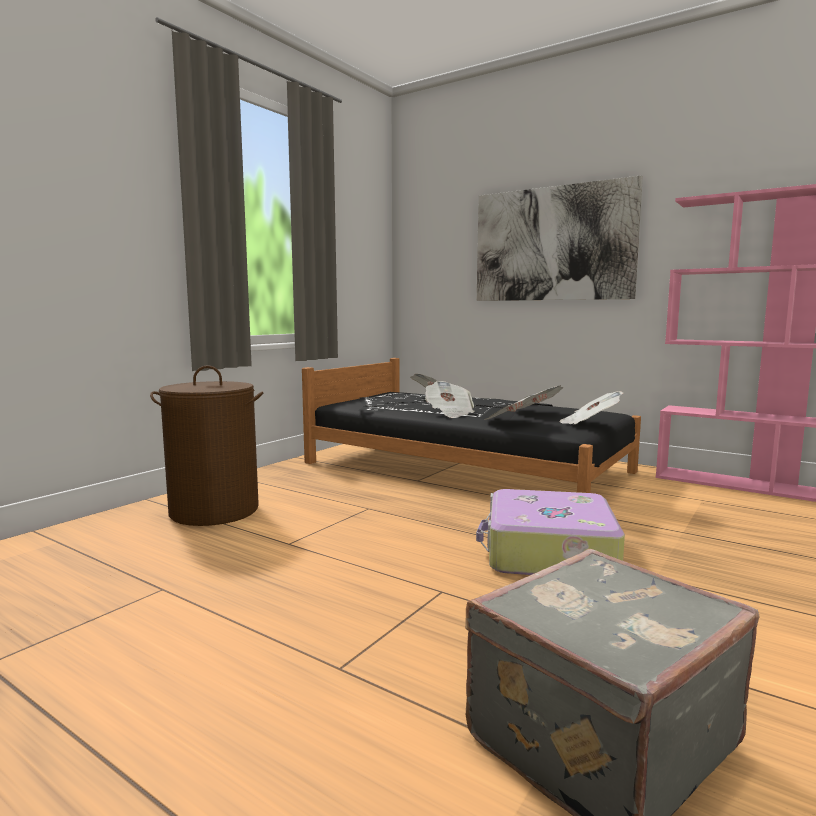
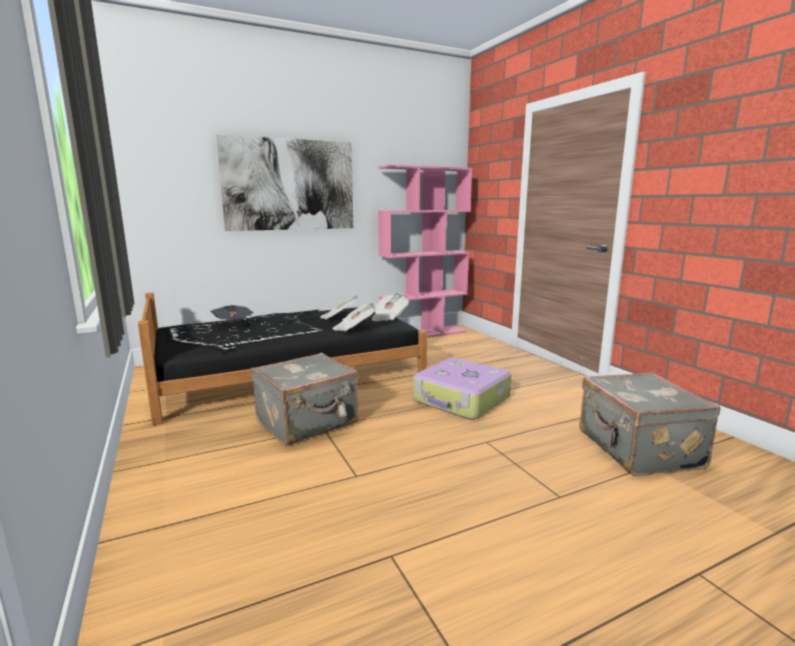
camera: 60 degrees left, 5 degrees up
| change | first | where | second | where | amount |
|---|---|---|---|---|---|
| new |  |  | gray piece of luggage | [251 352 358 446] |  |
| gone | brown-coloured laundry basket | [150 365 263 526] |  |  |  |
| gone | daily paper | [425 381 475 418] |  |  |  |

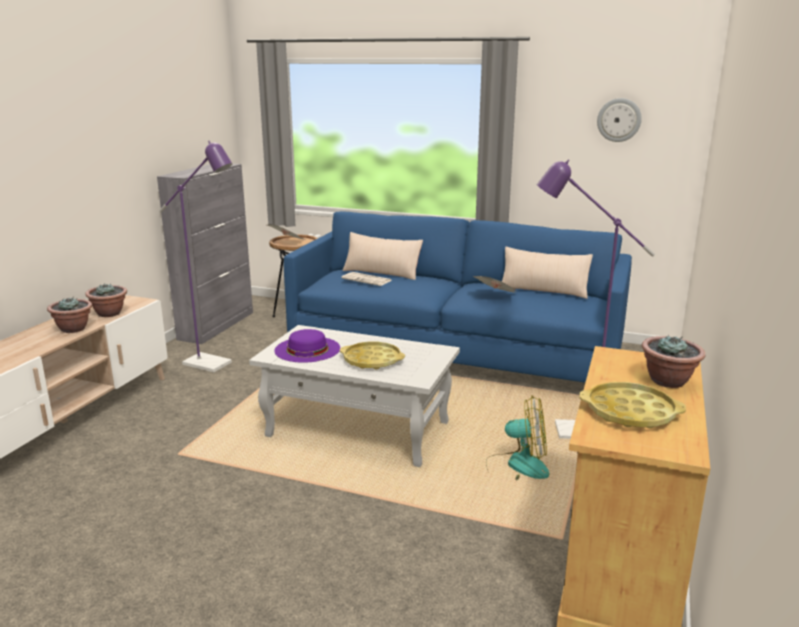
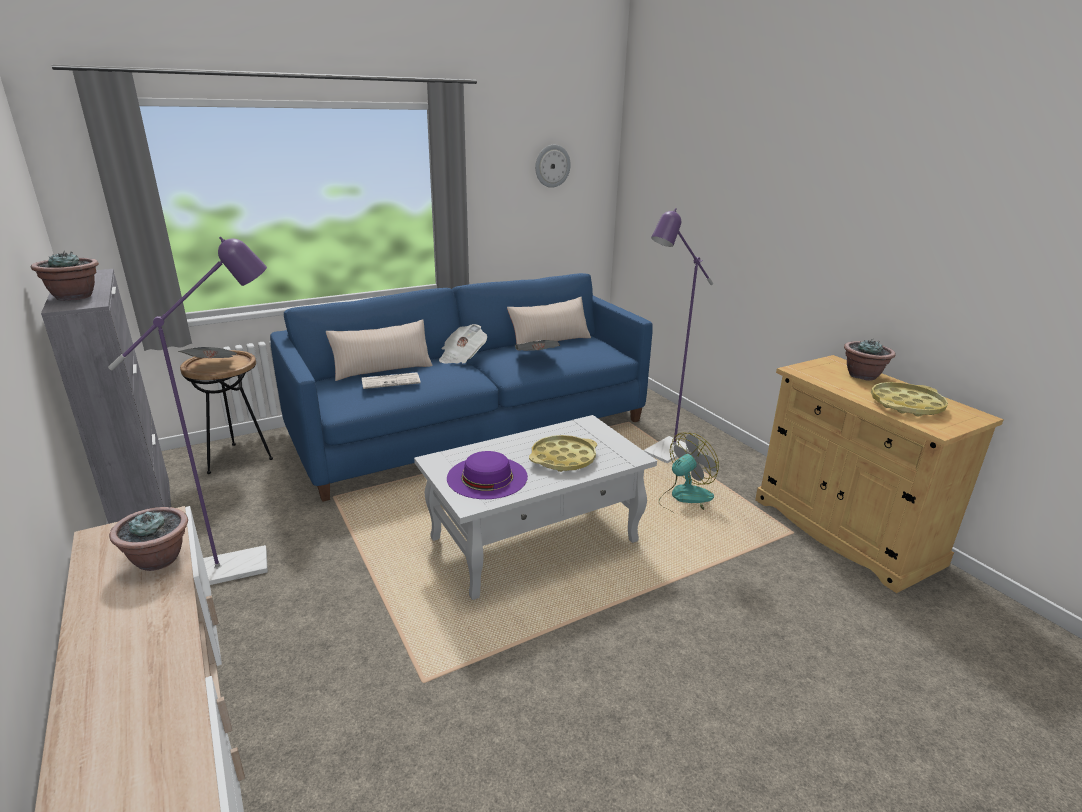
camera: 50 degrees left, 5 degrees up
| change | first | where | second | where | amount |
|---|---|---|---|---|---|
| shifted | plant in a pot | [47 297 92 333] |  | [31 251 99 301] |  |
| new |  |  | daily paper | [439 324 487 364] |  |

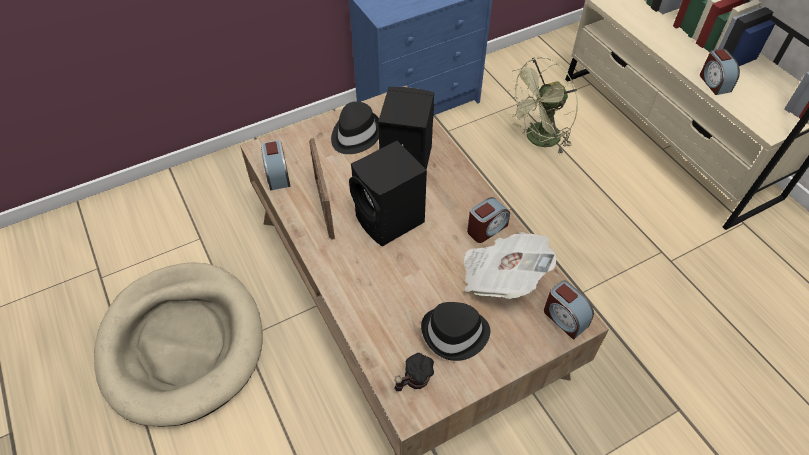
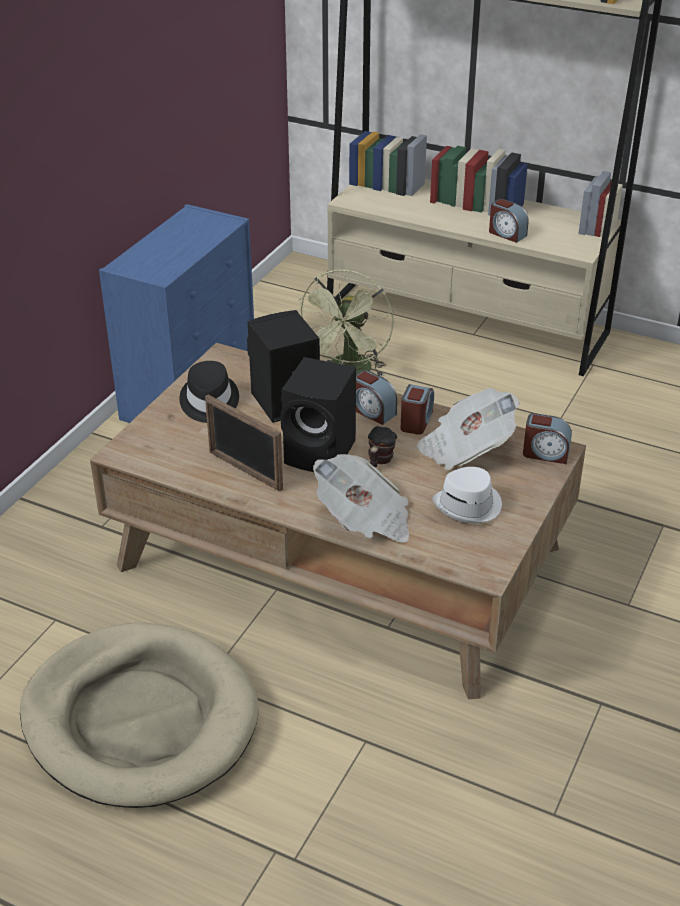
camera: 35 degrees left, 15 degrees down
| change | first | where | second | where | amount |
|---|---|---|---|---|---|
| new |  |  | daily paper | [313 454 409 543] |  |
| shifted | table clock | [261 140 290 190] |  | [356 370 397 425] |  |
| shifted | coffee mug | [394 353 434 391] |  | [368 426 397 468] |  |
| repainted | black-coloured wearable hat | [421 302 490 361] | whitish wearable hat | [432 467 502 524] |  |

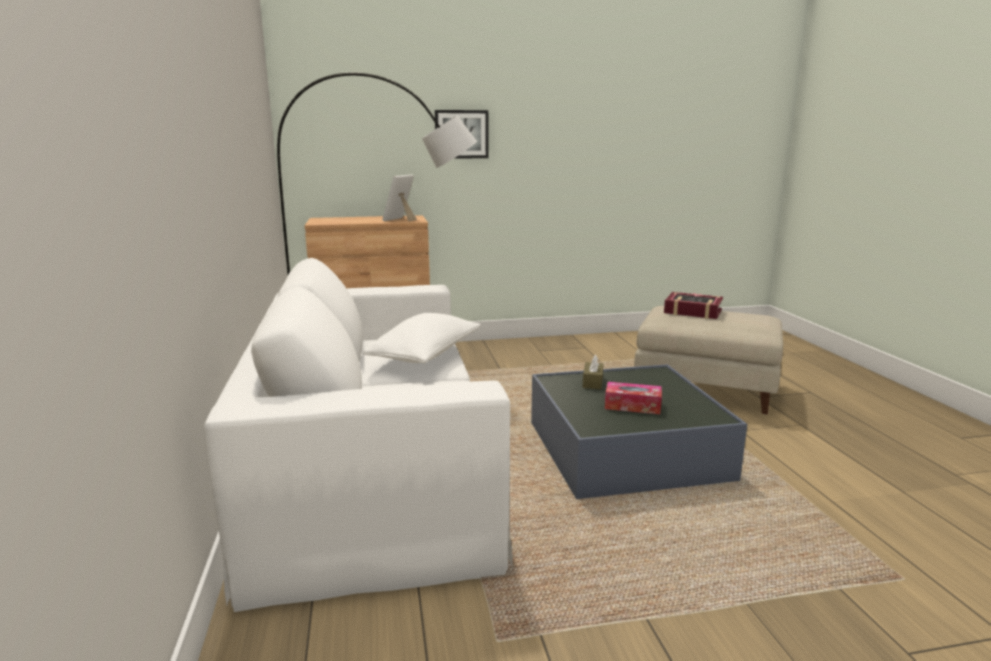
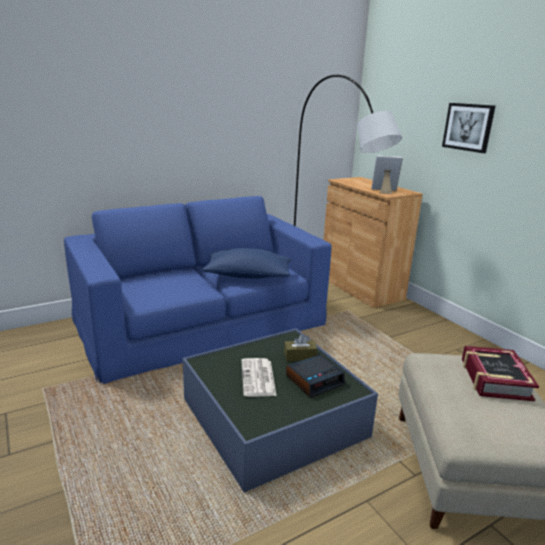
camera: 70 degrees right, 5 degrees up
| change | first | where | second | where | amount |
|---|---|---|---|---|---|
| repainted | whitish settee | [204 258 513 612] | bluish settee | [64 196 332 384] |  |
| repainted | whitish pillow | [364 313 481 363] | bluish pillow | [202 248 291 279] |  |
| swapped | tissue box | [605 382 662 414] | daily paper | [241 358 276 397] |  |
| new |  |  | table clock | [286 354 345 398] |  |

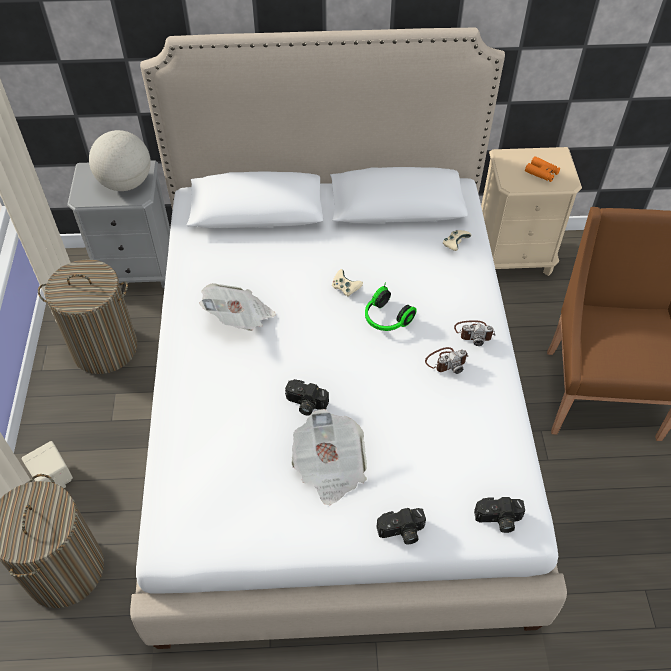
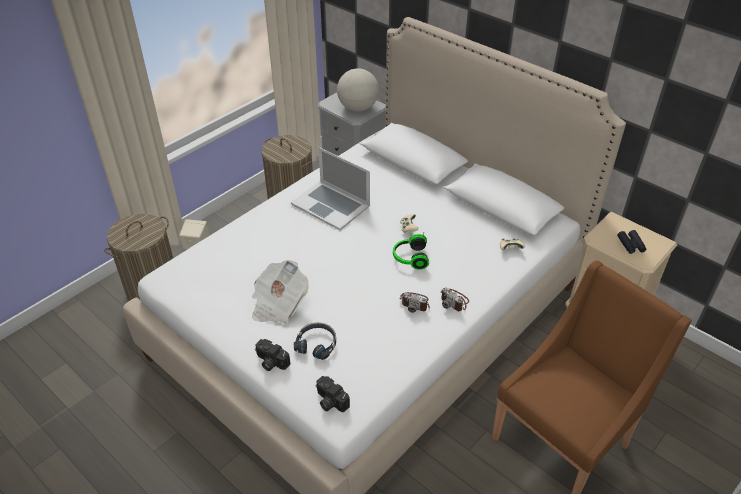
camera: 45 degrees right, 10 degrees down
| change | first | where | second | where | amount |
|---|---|---|---|---|---|
| swapped | daily paper | [199 283 276 331] | portable computer | [291 147 370 230] |  |
| new |  |  | black-coloured headset | [294 323 336 360] |  |
| repainted | orange binoculars | [525 156 560 182] | black-coloured binoculars | [617 230 646 254] |  |
| gone | still camera | [285 379 329 416] |  |  |  |

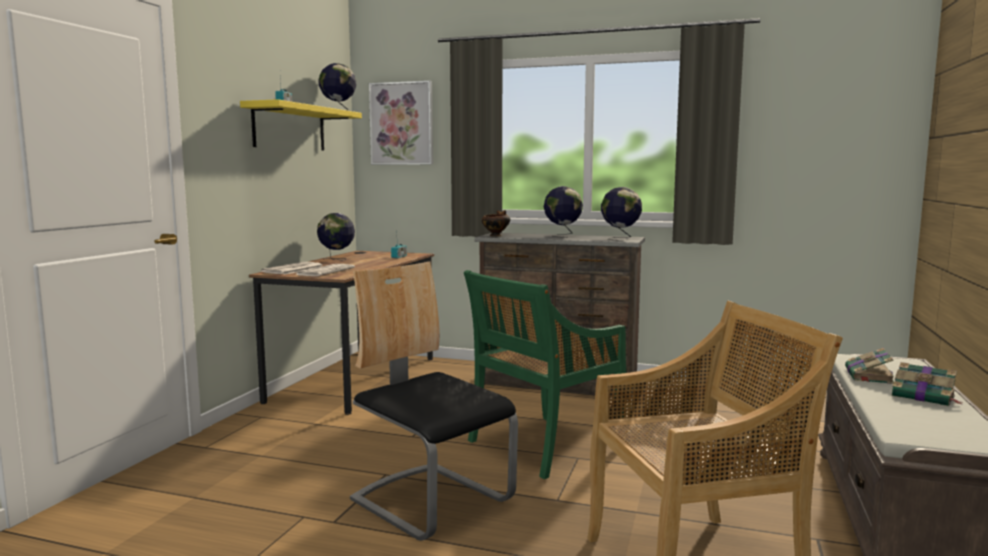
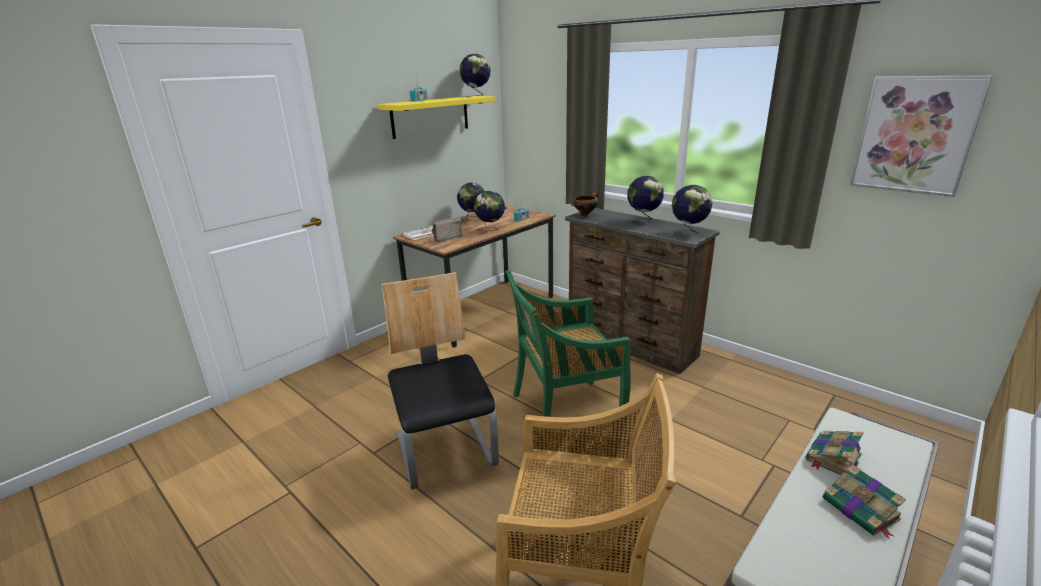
camera: 25 degrees right, 15 degrees up
| change | first | where | second | where | amount |
|---|---|---|---|---|---|
| swapped | daily paper | [296 264 355 276] | radio receiver | [432 217 463 242] |  |
| new |  |  | world globe | [474 191 505 231] |  |
| shifted | picture | [369 81 433 165] |  | [850 76 993 197] |  |

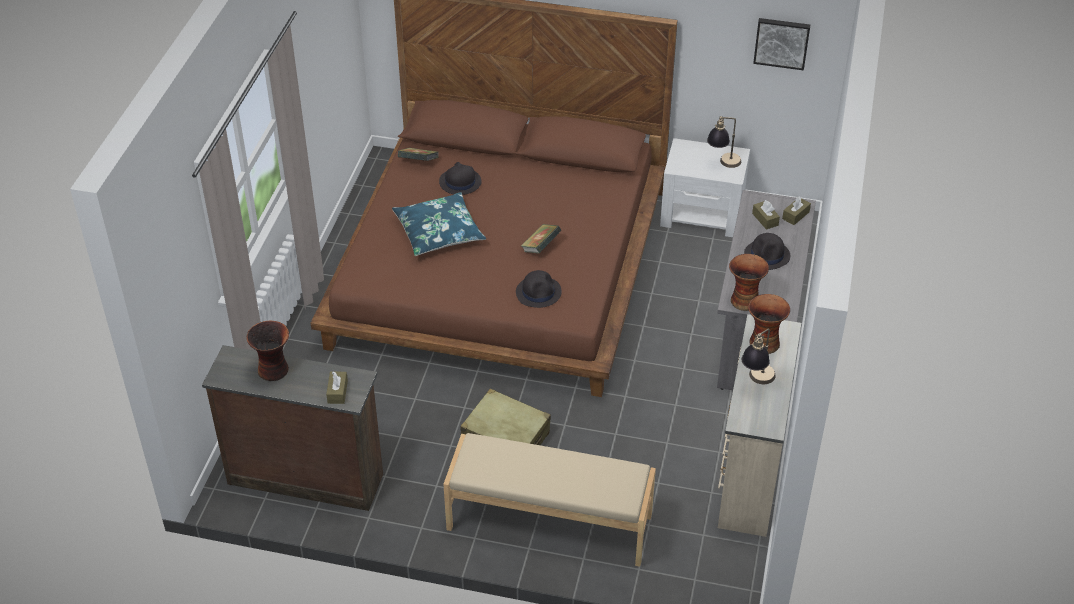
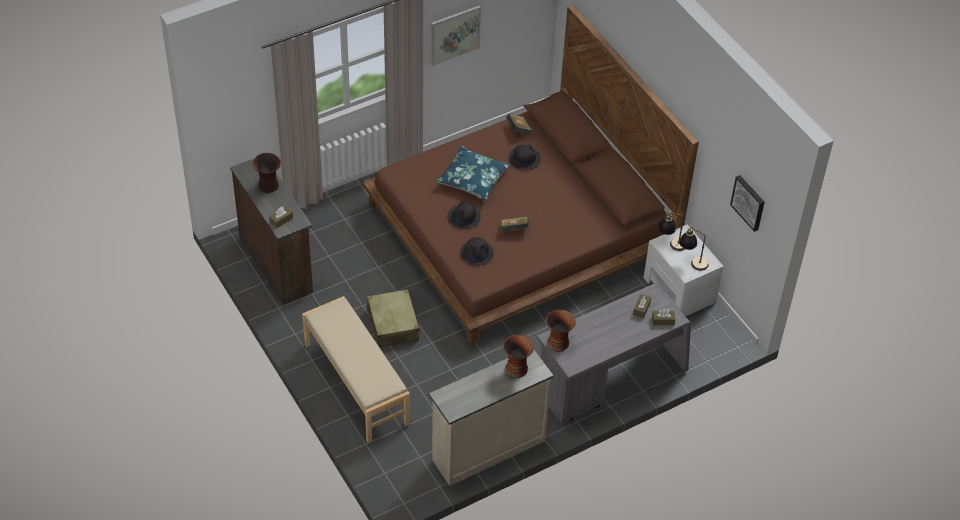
camera: 45 degrees right, 5 degrees up
| change | first | where | second | where | amount |
|---|---|---|---|---|---|
| new |  |  | picture | [431 5 481 66] |  |
| shifted | black-coloured wearable hat | [744 233 790 270] |  | [447 201 481 229] |  |
| shifted | table lamp | [742 328 776 384] |  | [658 211 685 251] |  |

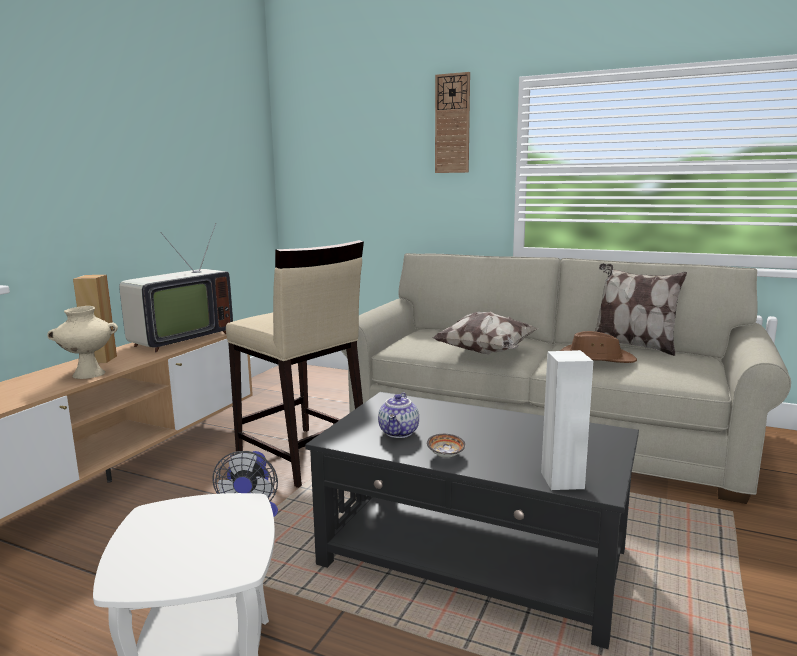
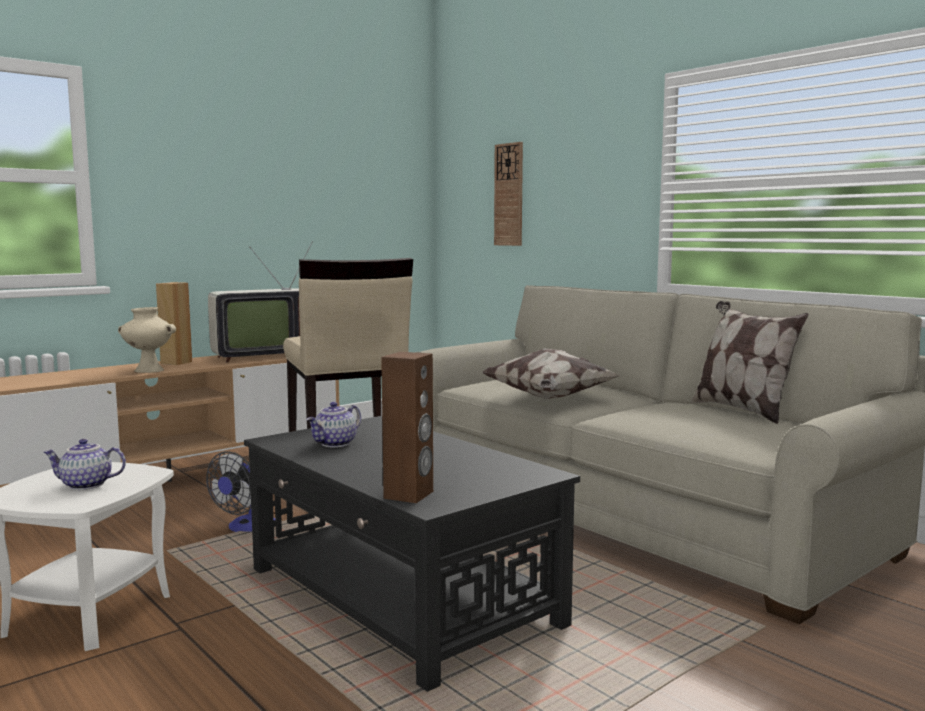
camera: 25 degrees right, 5 degrees down
| change | first | where | second | where | amount |
|---|---|---|---|---|---|
| new |  |  | teapot | [44 439 126 490] |  |
| repainted | whitish speaker | [541 350 593 490] | brown-coloured speaker | [381 352 433 503] |  |
| shifted | clock on the wall | [435 72 470 173] |  | [494 142 523 246] |  |
| gone | bowl | [427 434 466 458] |  |  |  |
| gone | brown-coloured wearable hat | [560 331 637 363] |  |  |  |

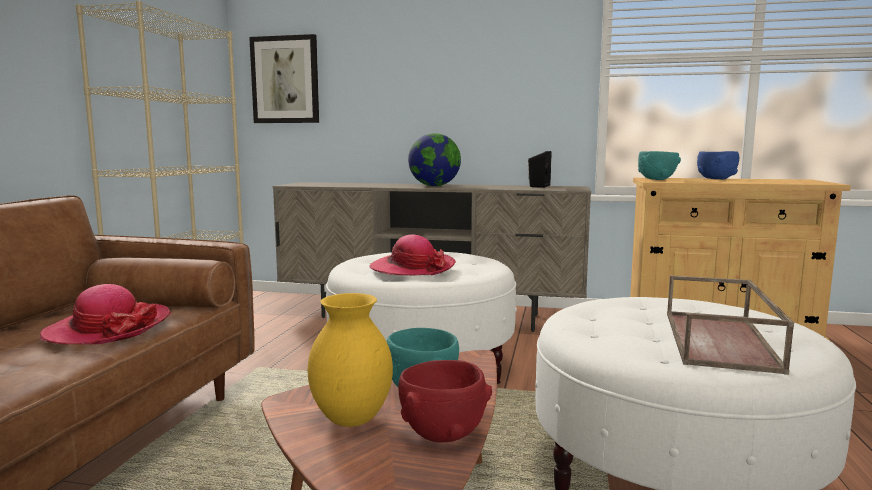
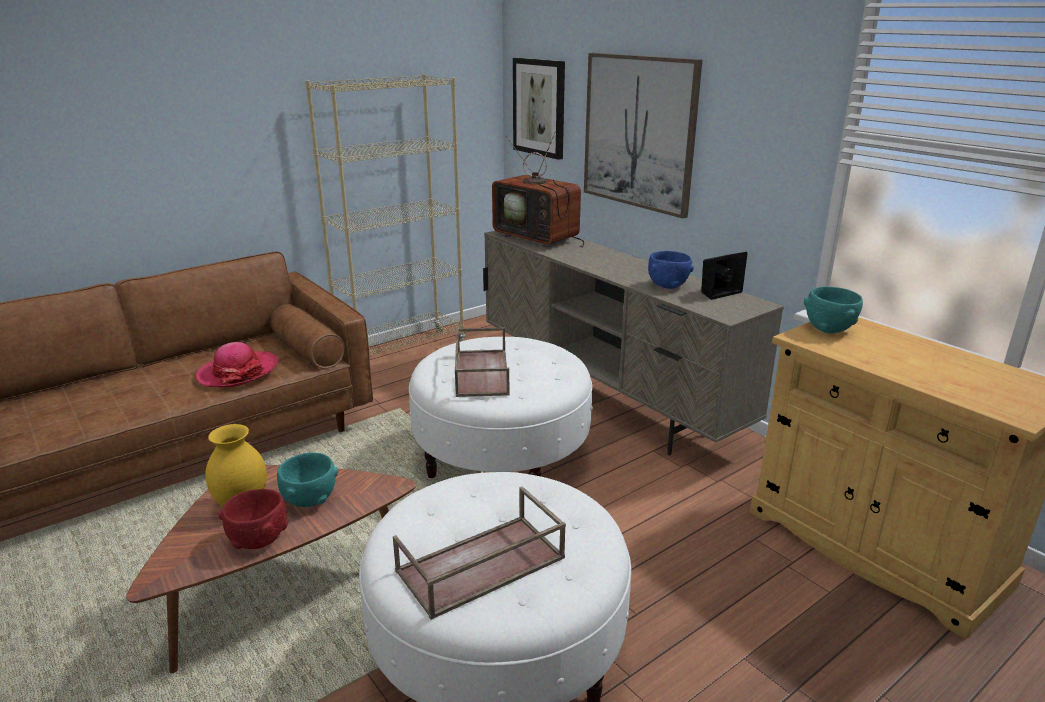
camera: 40 degrees right, 15 degrees up
| change | first | where | second | where | amount |
|---|---|---|---|---|---|
| swapped | wearable hat | [369 235 455 276] | brown-coloured serving tray | [455 327 510 397] |  |
| new |  |  | television | [492 131 584 248] |  |
| new |  |  | picture | [584 53 702 219] |  |
| shifted | bluish bowl | [697 151 739 179] |  | [648 251 694 289] |  |
| gone | world globe | [408 133 461 186] |  |  |  |

